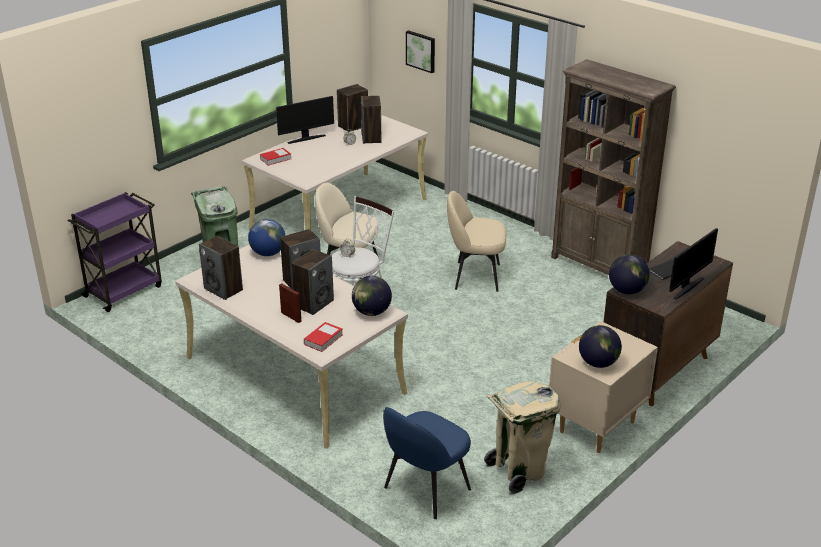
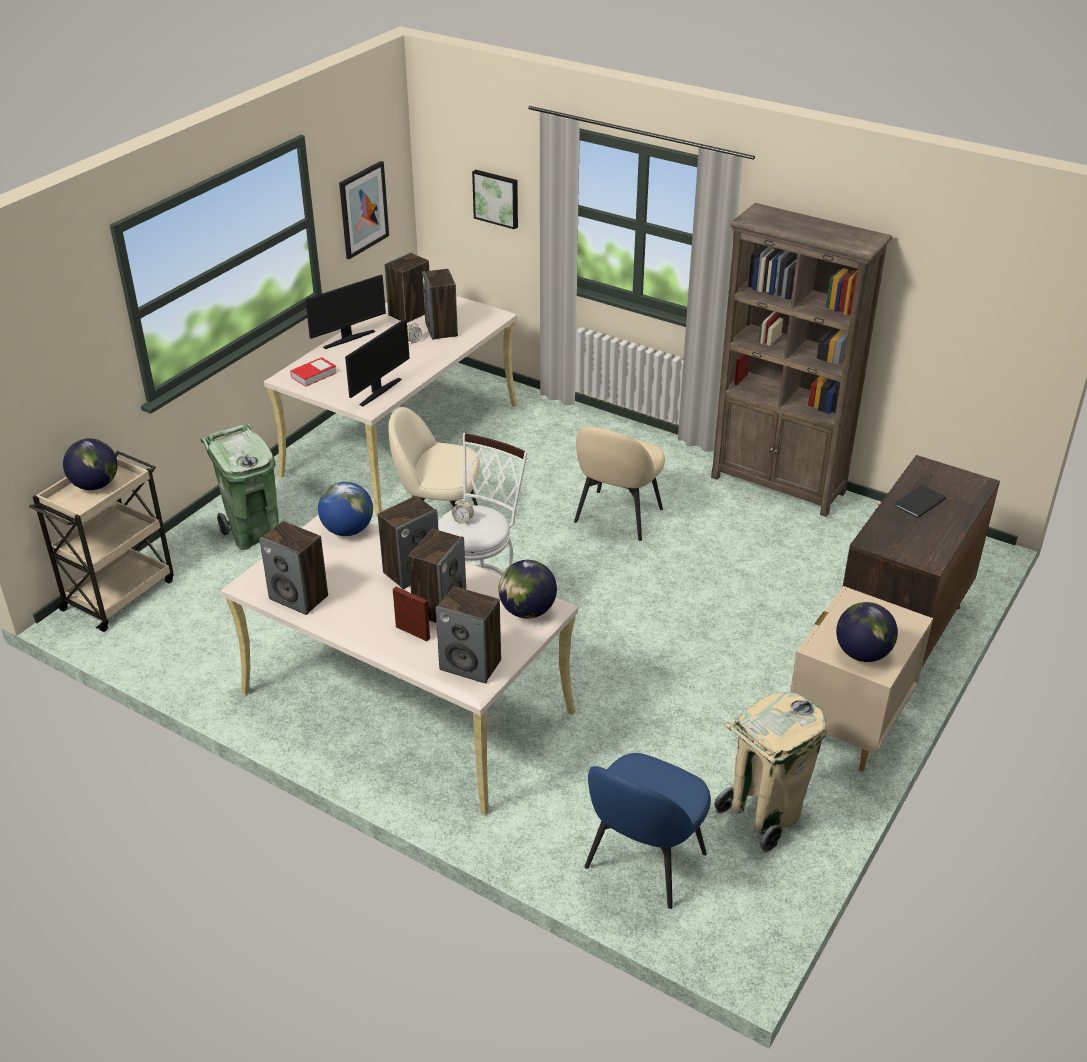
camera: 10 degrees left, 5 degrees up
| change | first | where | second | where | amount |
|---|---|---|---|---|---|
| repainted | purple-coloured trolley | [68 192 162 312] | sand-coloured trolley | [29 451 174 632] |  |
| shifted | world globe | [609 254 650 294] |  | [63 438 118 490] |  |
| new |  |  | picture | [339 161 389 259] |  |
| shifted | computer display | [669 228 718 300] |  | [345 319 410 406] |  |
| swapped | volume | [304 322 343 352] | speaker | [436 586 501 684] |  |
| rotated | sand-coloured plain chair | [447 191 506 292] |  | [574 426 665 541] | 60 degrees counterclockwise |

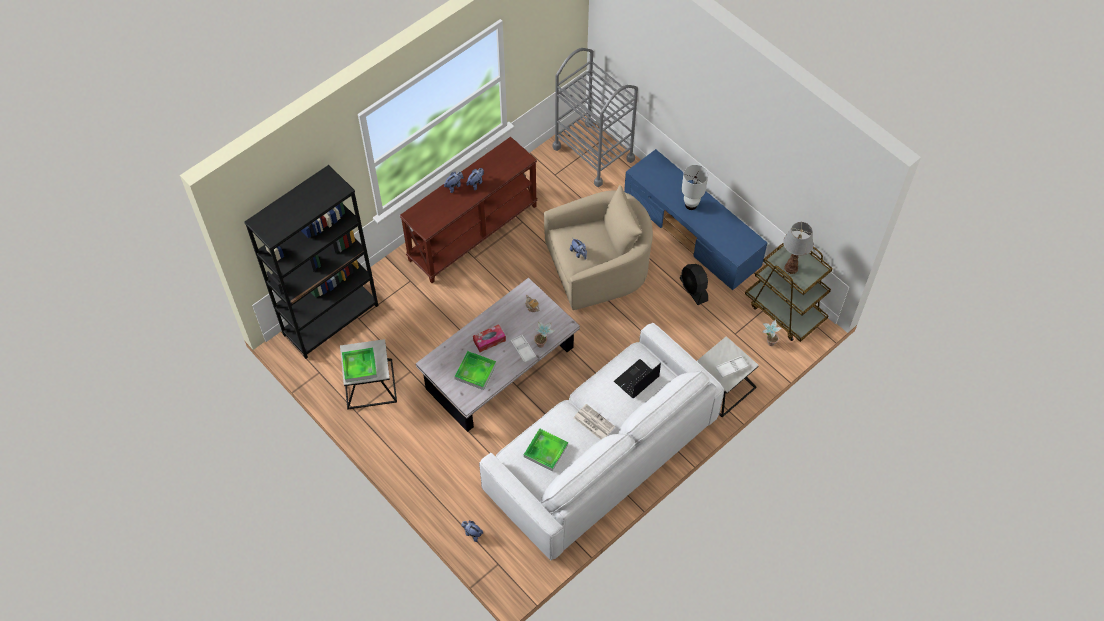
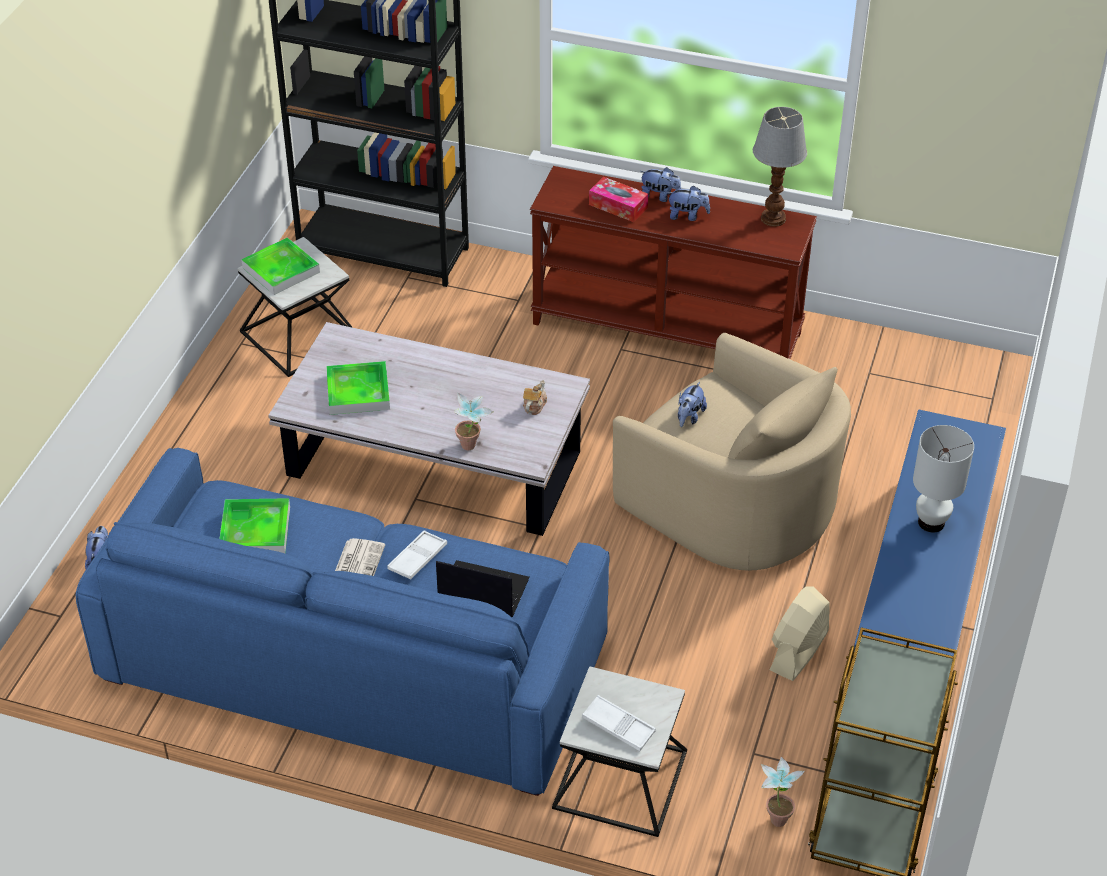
camera: 60 degrees right, 15 degrees down
| change | first | where | second | where | amount |
|---|---|---|---|---|---|
| repainted | whitish settee | [479 323 724 561] | bluish settee | [76 448 609 796] |  |
| shifted | whitish serving tray | [510 335 536 363] |  | [387 530 447 579] |  |
| shifted | tissue box | [473 324 506 352] |  | [589 177 648 222] |  |
| shifted | table lamp | [783 222 813 274] |  | [753 107 807 227] |  |
| repainted | black-coloured fan | [680 264 708 305] | sand-coloured fan | [770 587 829 681] |  |
| gone | gray trolley | [552 48 638 187] |  |  |  |

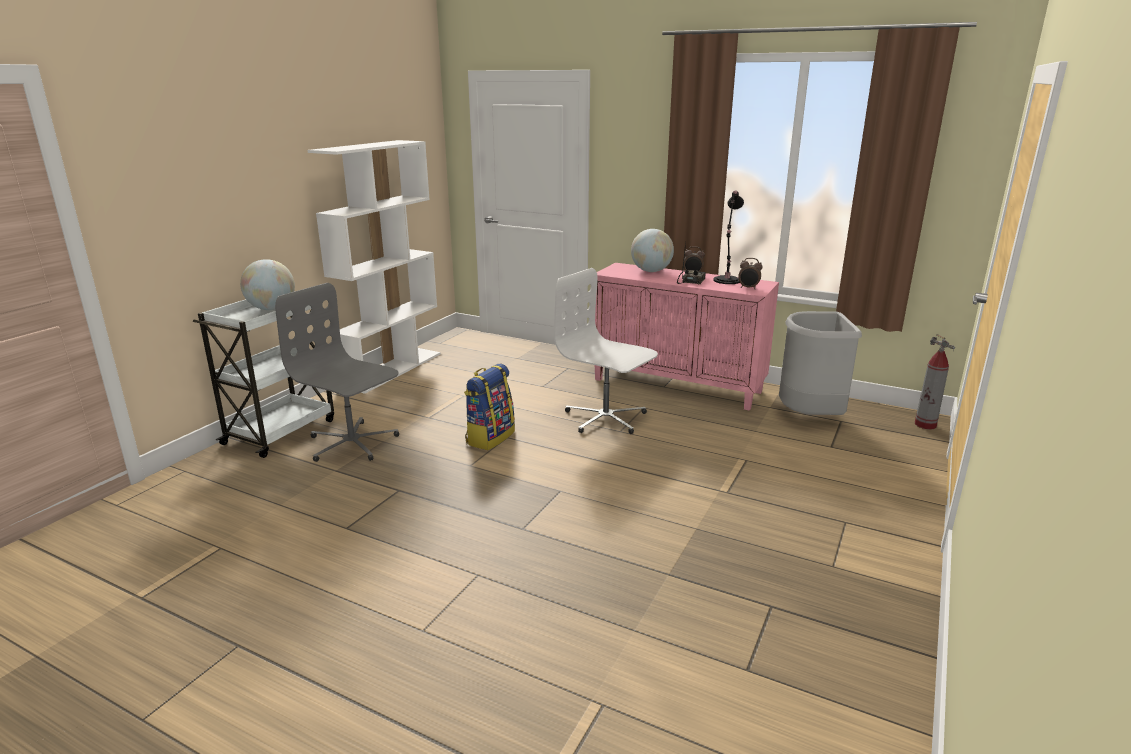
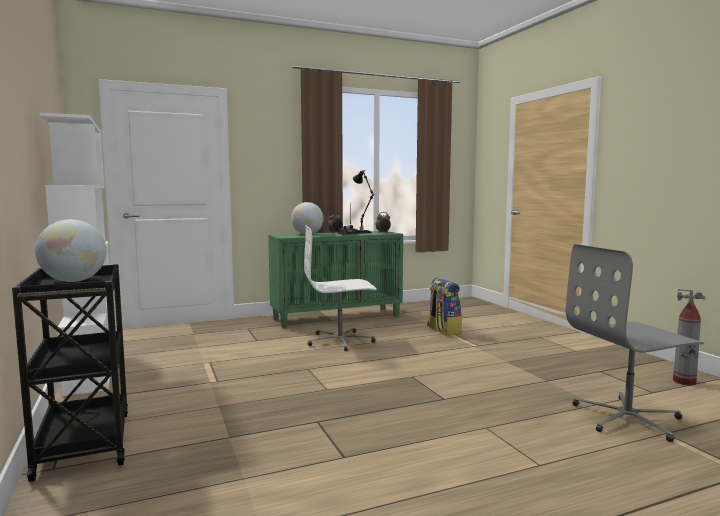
camera: 50 degrees left, 15 degrees down
| change | first | where | second | where | amount |
|---|---|---|---|---|---|
| repainted | whitish trolley | [193 299 334 458] | black-coloured trolley | [12 264 128 482] |  |
| repainted | pinkish cabinet | [595 263 779 411] | green-coloured cabinet | [268 231 403 329] |  |
| shifted | backpack | [464 364 515 450] |  | [427 278 462 336] |  |
| shifted | gray computer chair | [275 283 399 462] |  | [566 244 704 442] |  |
| shifted | fire extinguisher | [915 334 955 430] |  | [673 289 705 385] |  |
| gone | gray trash can | [779 311 862 415] |  |  |  |

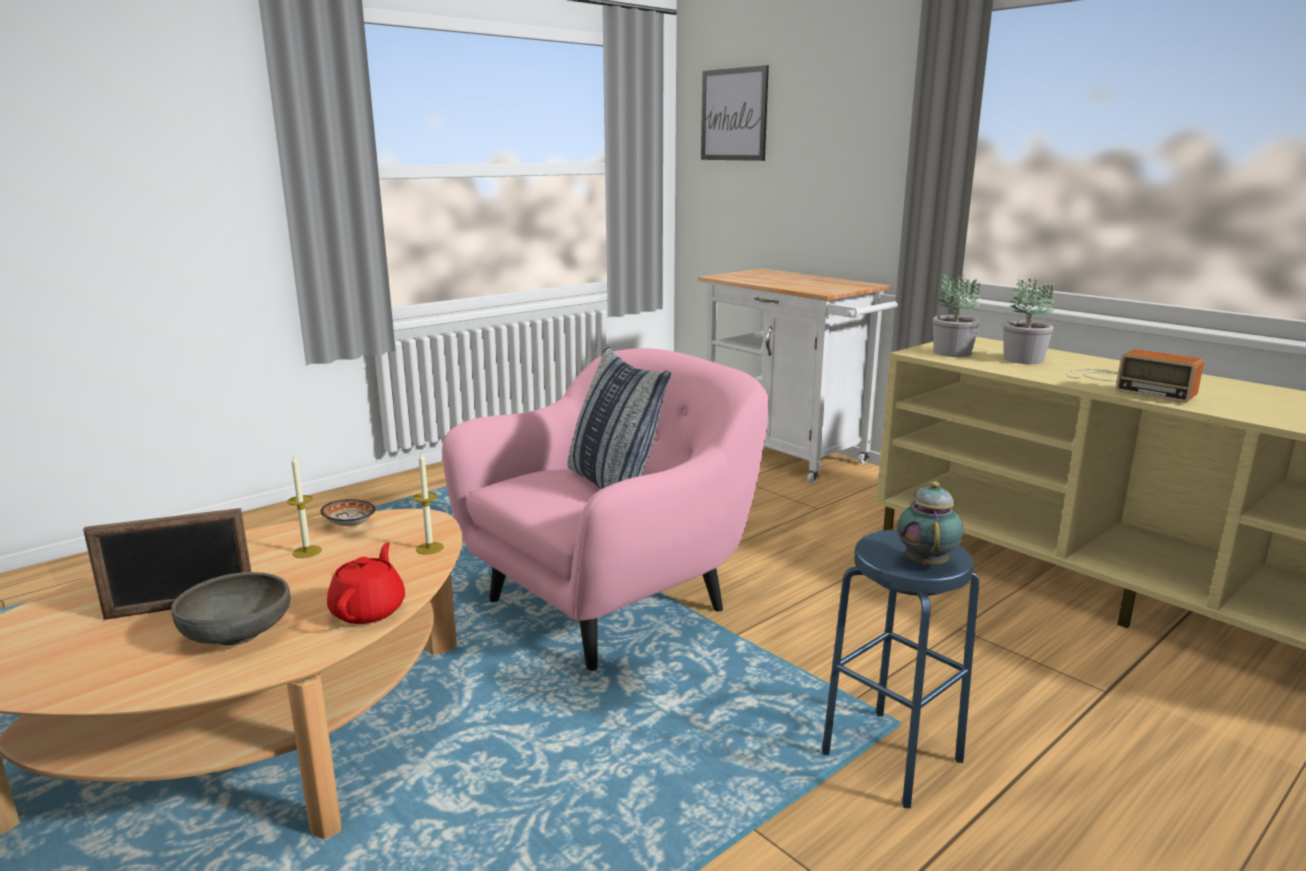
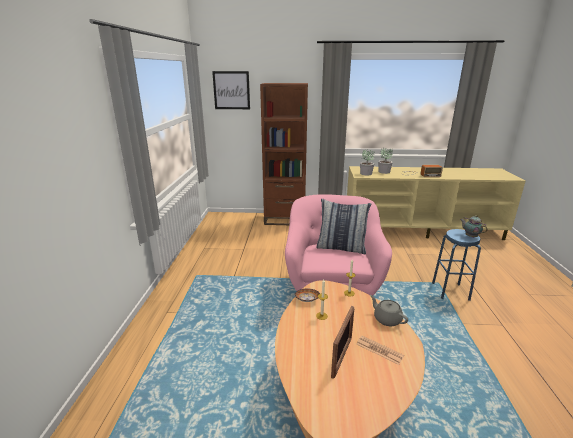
camera: 45 degrees left, 5 degrees up
| change | first | where | second | where | amount |
|---|---|---|---|---|---|
| swapped | whitish trolley | [698 269 898 484] | brown-coloured shelving unit | [260 83 308 225] |  |
| swapped | gray bowl | [171 572 290 645] | daily paper | [357 336 404 365] |  |
| repainted | red teapot | [327 543 405 624] | gray teapot | [370 295 408 326] |  |

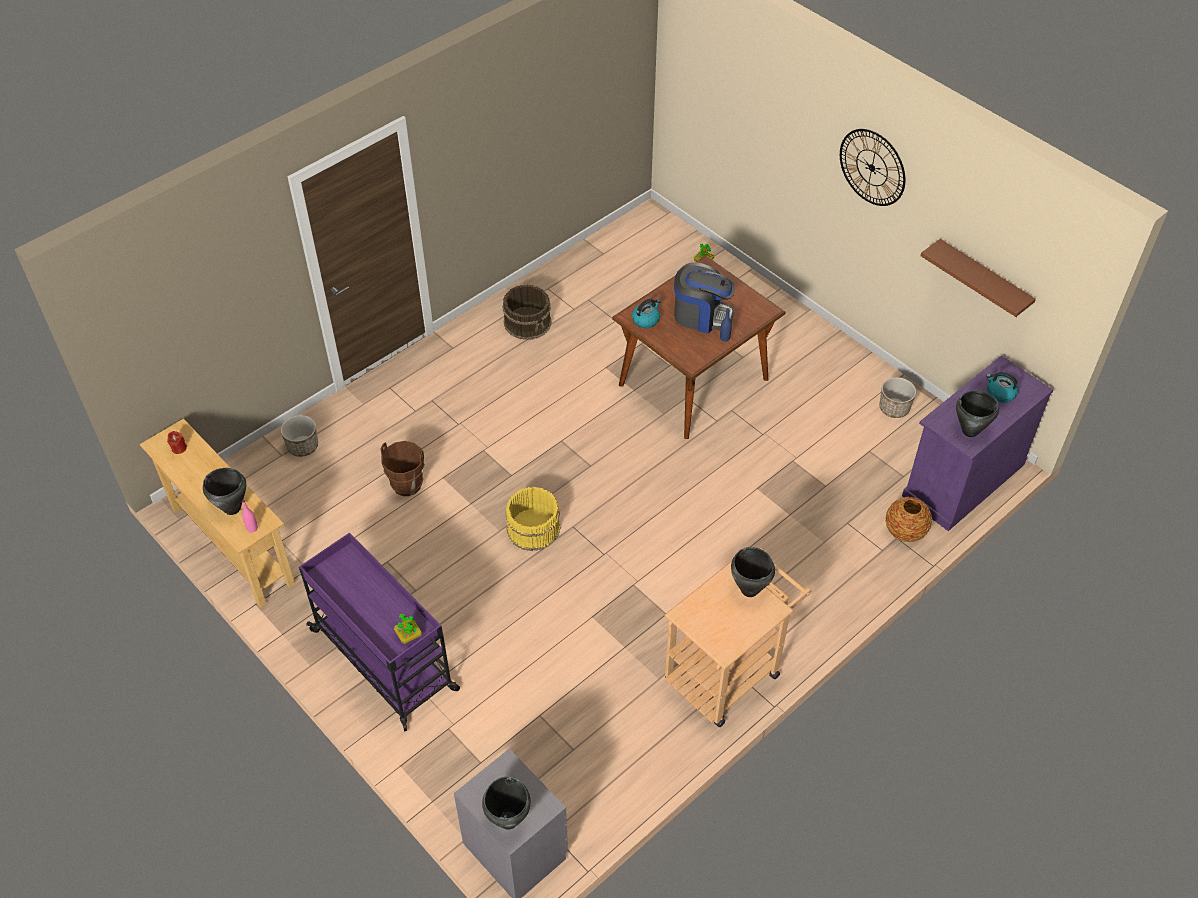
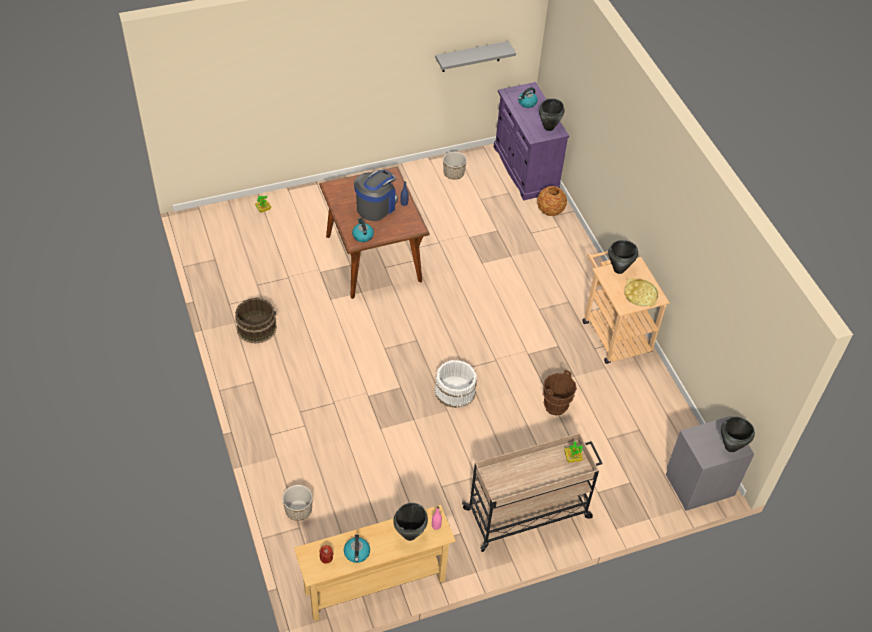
camera: 70 degrees left, 0 degrees up
| change | first | where | second | where | amount |
|---|---|---|---|---|---|
| new |  |  | tea kettle | [344 535 370 563] |  |
| repainted | brown-coloured shelf | [921 239 1036 317] | gray shelf | [435 41 516 72] |  |
| repainted | yellowish water bucket | [505 487 561 551] | whitish water bucket | [435 360 477 408] |  |
| repainted | purple-coloured trolley | [299 533 460 731] | sand-coloured trolley | [462 433 603 552] |  |
| shifted | brown-coloured water bucket | [380 441 425 496] |  | [543 370 577 416] |  |
| new |  |  | yellowish serving tray | [624 278 658 306] |  |
| gone | clock on the wall | [840 129 905 206] |  |  |  |

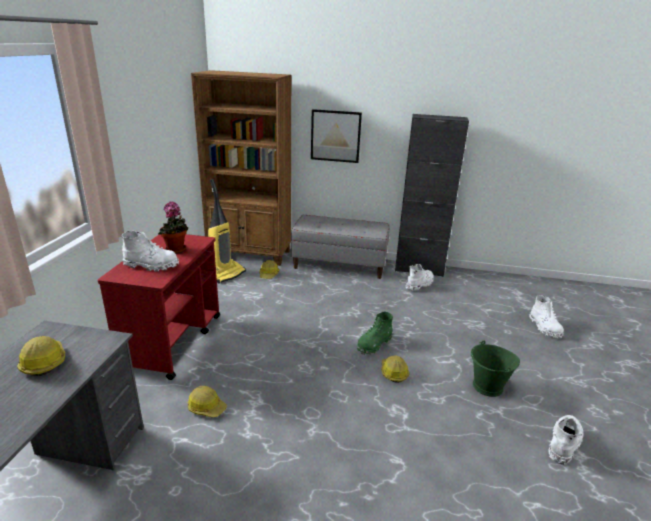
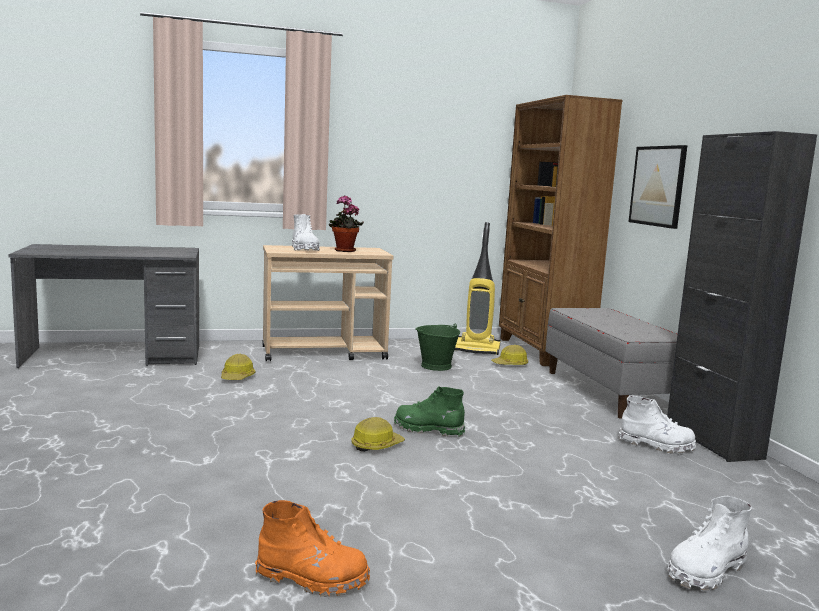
camera: 65 degrees right, 15 degrees down
| change | first | where | second | where | amount |
|---|---|---|---|---|---|
| repainted | whitish boot | [548 415 583 465] | orange boot | [255 500 370 597] |  |
| repainted | red trolley | [98 234 220 380] | sand-coloured trolley | [262 245 394 362] |  |
| shifted | green-coloured water bucket | [471 341 520 397] |  | [415 323 460 371] |  |
| gone | hard hat | [17 336 65 376] |  |  |  |

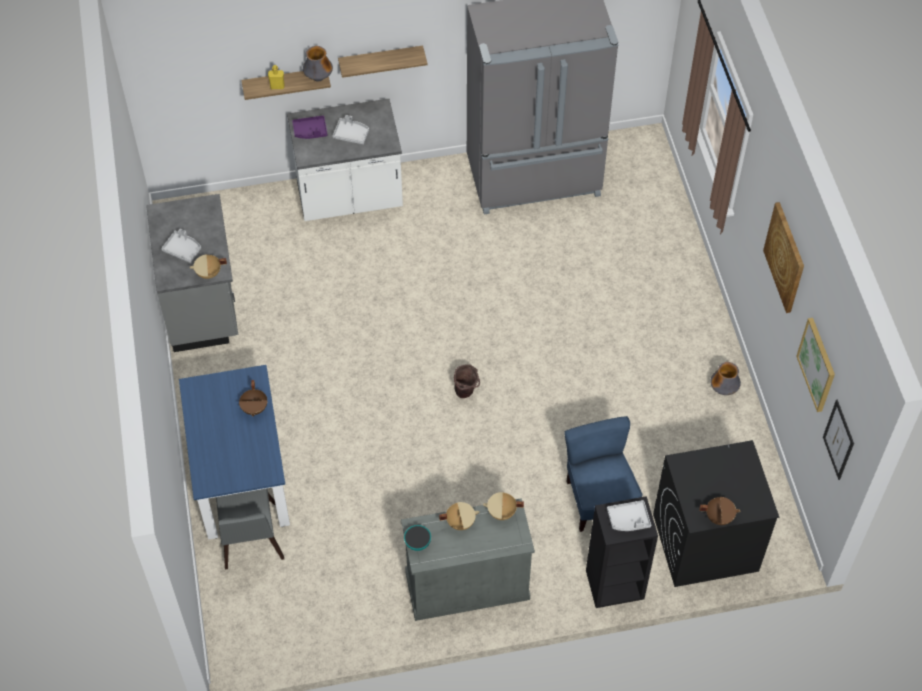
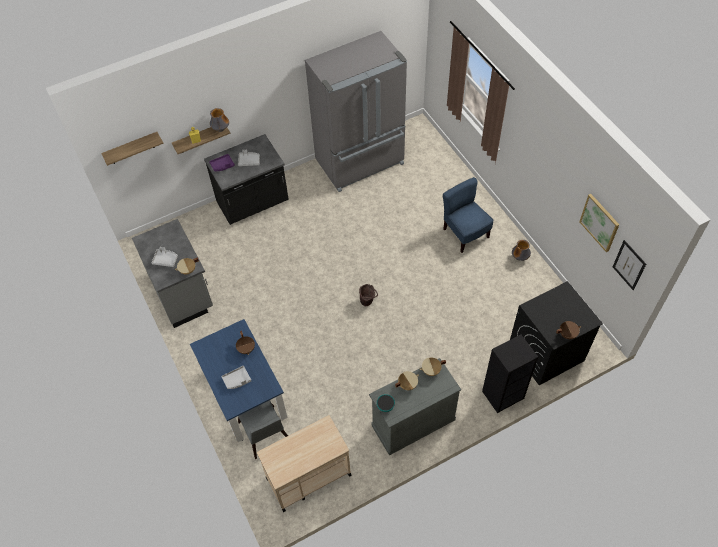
camera: 15 degrees left, 0 degrees up
| change | first | where | second | where | amount |
|---|---|---|---|---|---|
| shifted | shelf | [338 46 428 78] |  | [101 132 163 166] |  |
| repainted | whitish counter | [287 99 403 221] | black-coloured counter | [204 134 289 224] |  |
| shifted | gray serving tray | [607 500 651 531] |  | [221 366 251 389] |  |
| new |  |  | sand-coloured trolley | [257 415 352 512] |  |
| shifted | bluish plain chair | [564 416 643 532] |  | [443 177 494 253] |  |
| gone | picture | [763 202 804 313] |  |  |  |

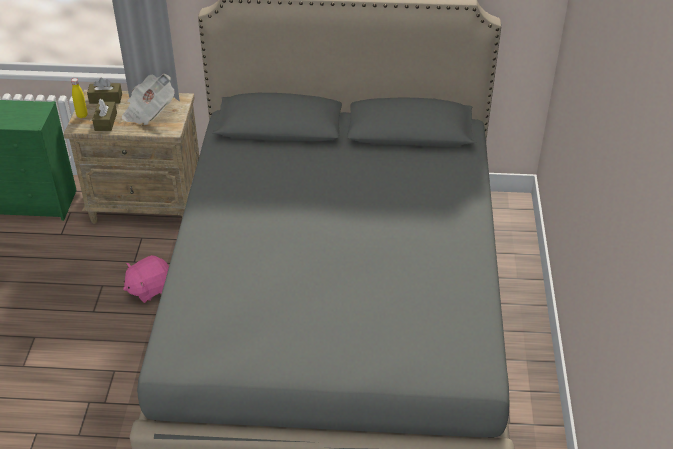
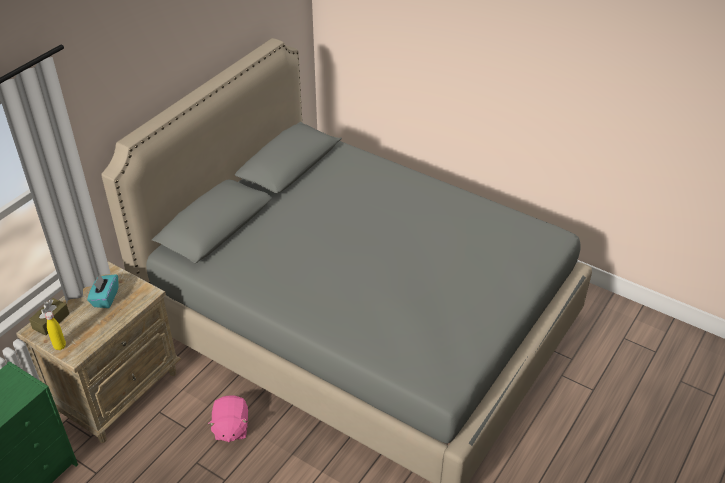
camera: 60 degrees left, 0 degrees up
| change | first | where | second | where | amount |
|---|---|---|---|---|---|
| swapped | daily paper | [122 74 175 125] | turquoise tissue box | [87 274 119 308] |  |
| gone | brown-coloured tissue box | [92 99 117 131] |  |  |  |

